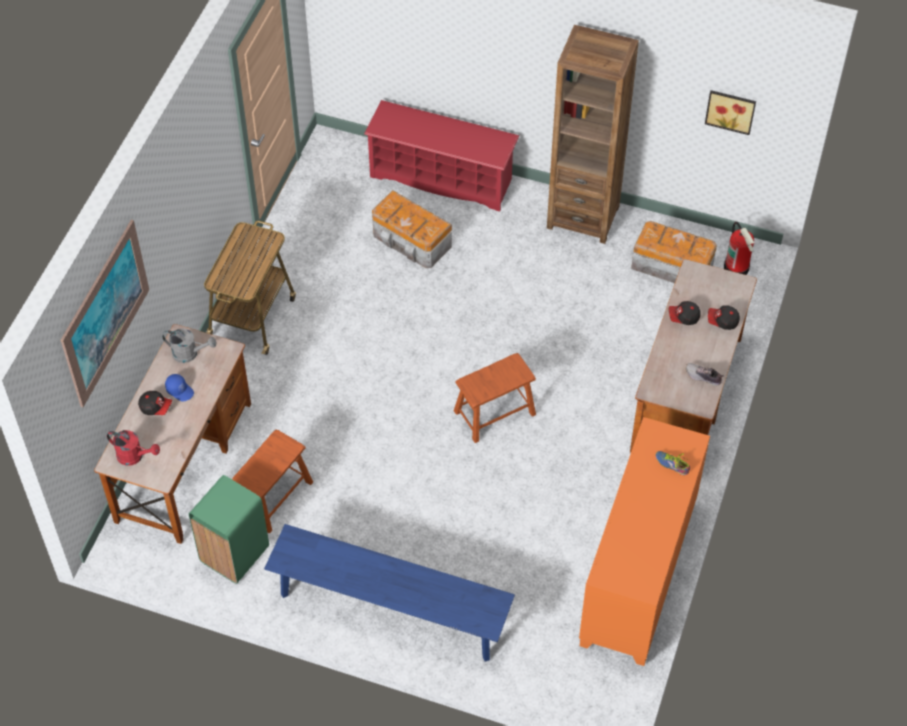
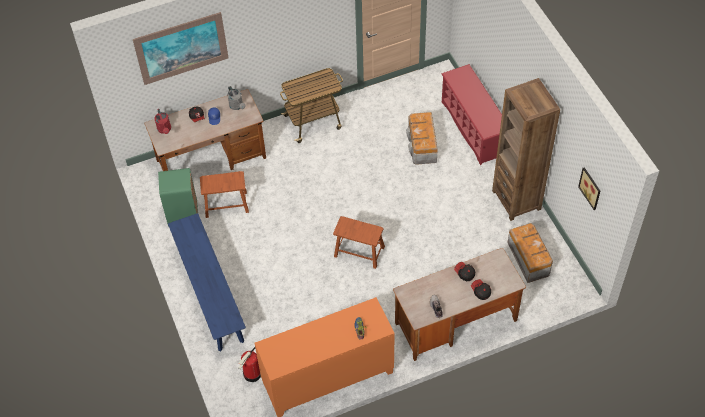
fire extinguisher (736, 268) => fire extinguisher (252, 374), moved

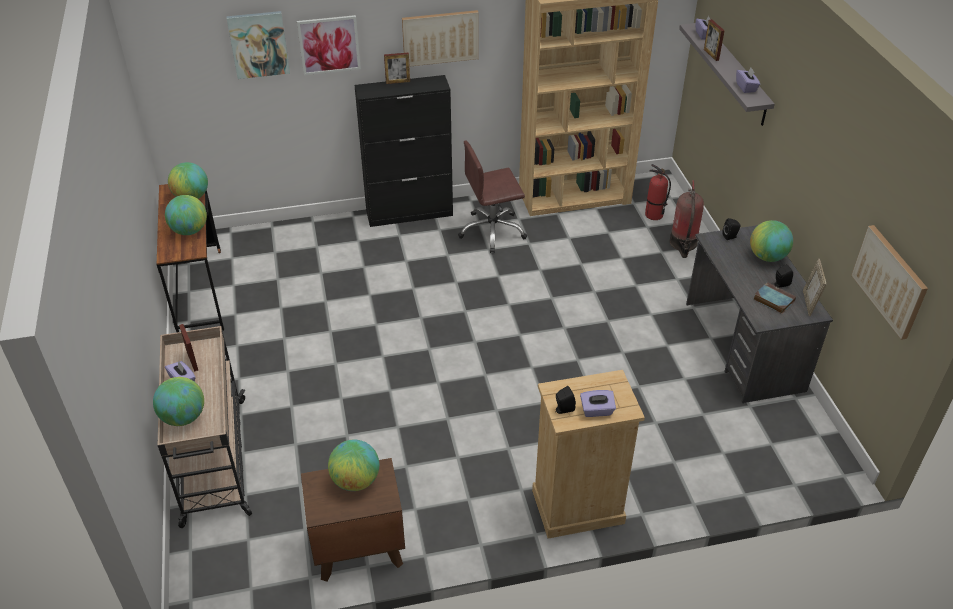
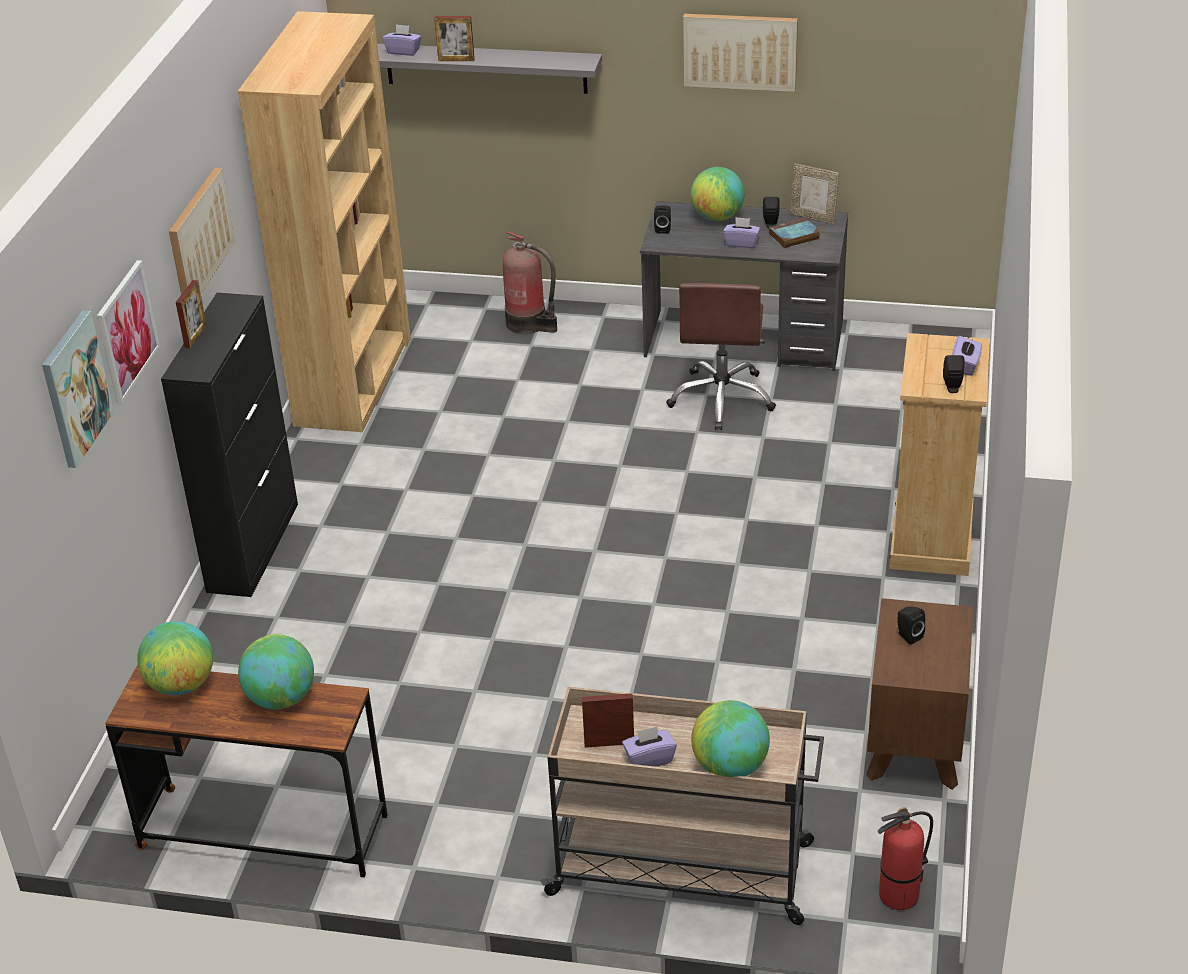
purple-coloured box of tissues (746, 87) => purple-coloured box of tissues (741, 243), moved
brown-coloured desk chair (492, 231) => brown-coloured desk chair (722, 398), moved
fire extinguisher (653, 215) => fire extinguisher (898, 896), moved
wall picture (890, 281) => wall picture (740, 51), moved
globe (356, 481) => blackish loudspeaker (908, 636)

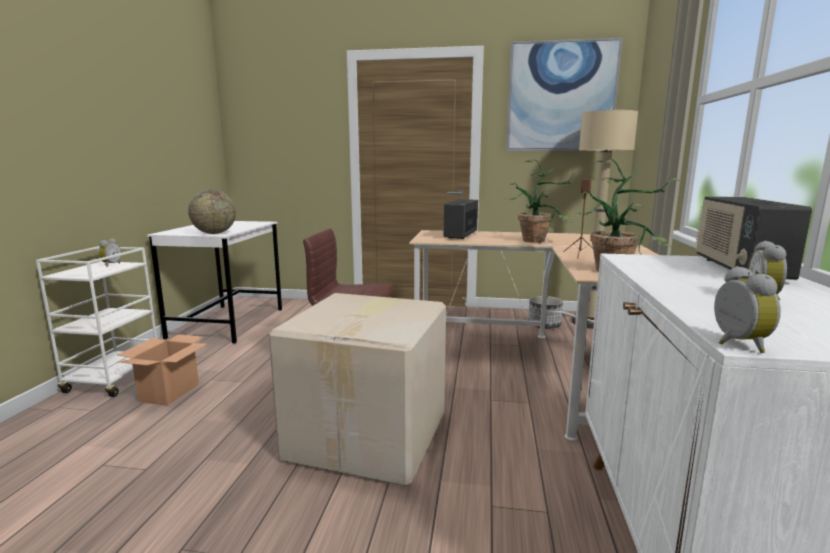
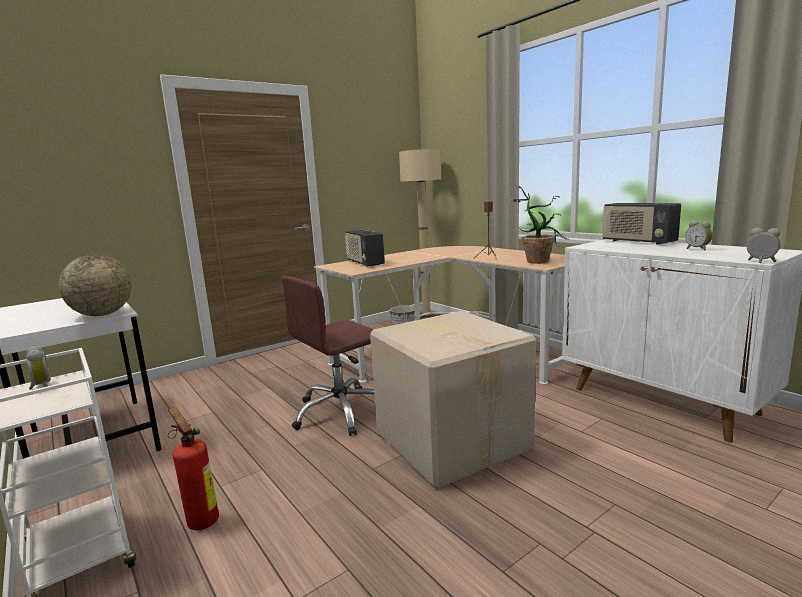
wall picture (561, 97) => nothing
plant in a pot (539, 240) => nothing
packing box (169, 392) => fire extinguisher (201, 520)

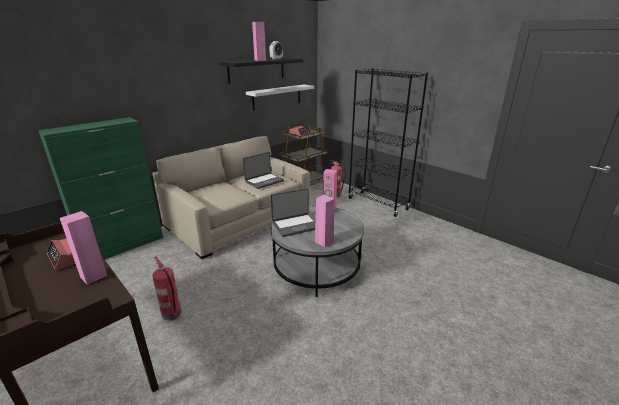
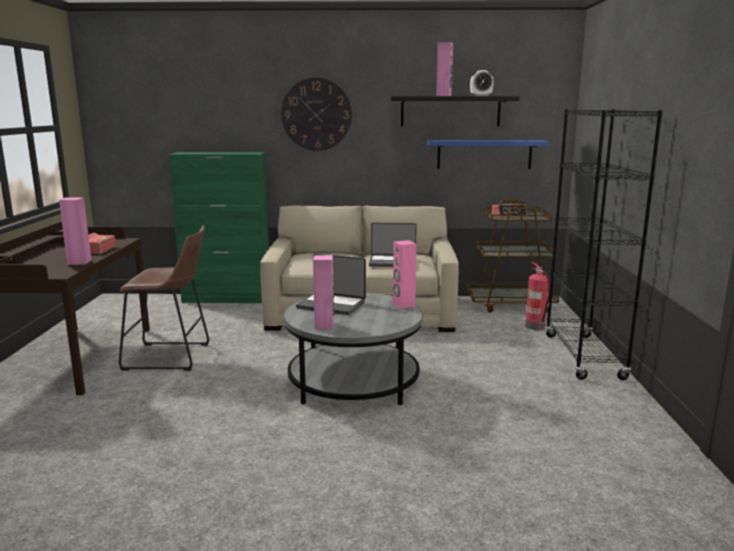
whitish shelf (277, 97) => blue shelf (484, 154)
fire extinguisher (172, 314) => brown-coloured stool seat (172, 357)
nothing => wall clock (316, 114)

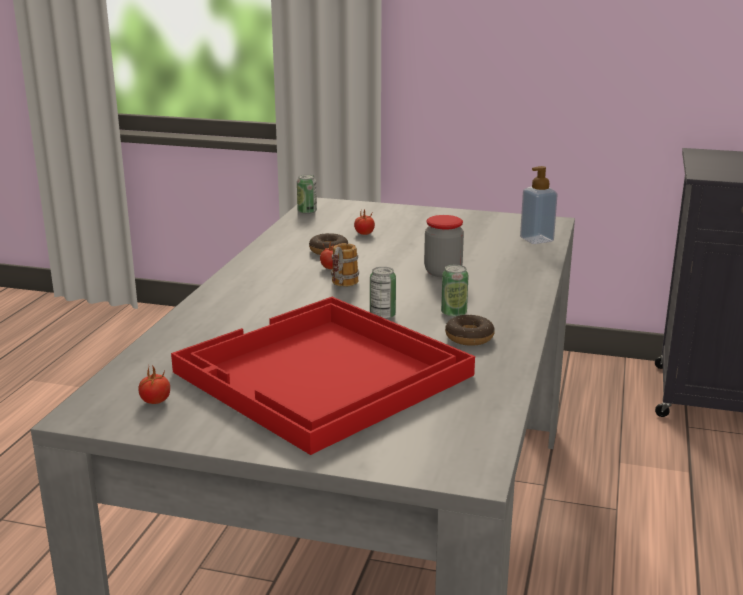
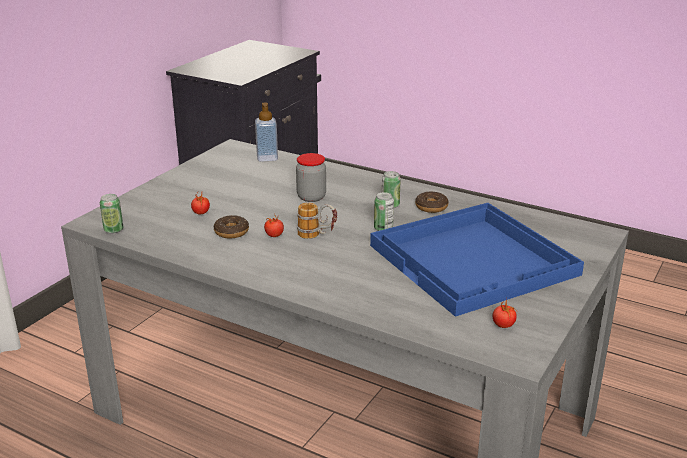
red-coloured carrying tray (322, 375) => blue carrying tray (475, 260)

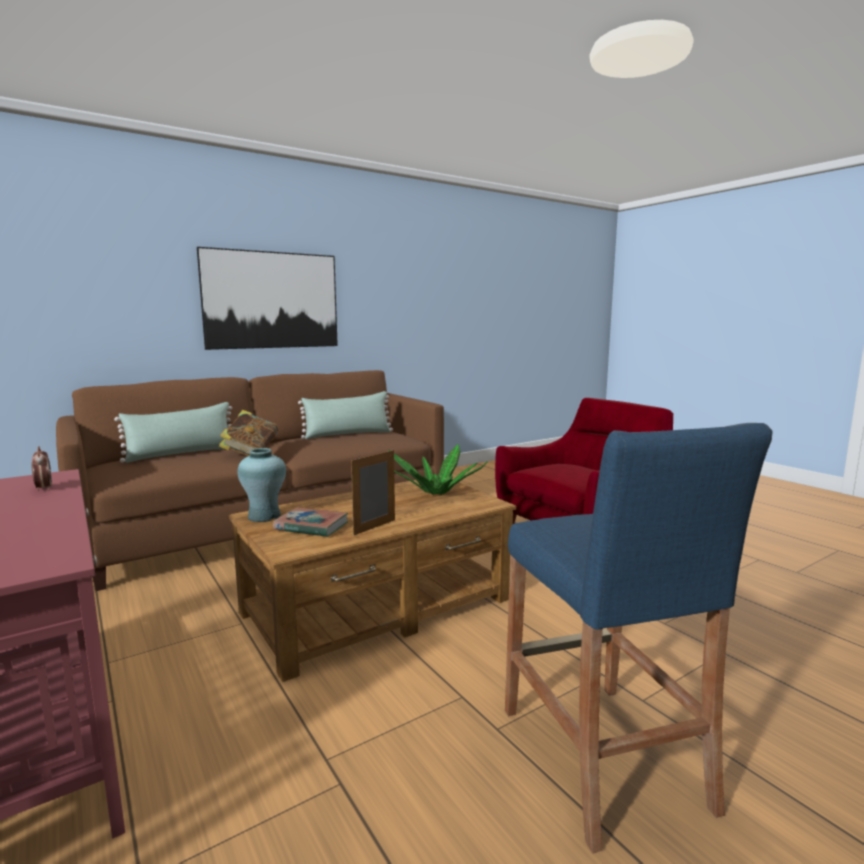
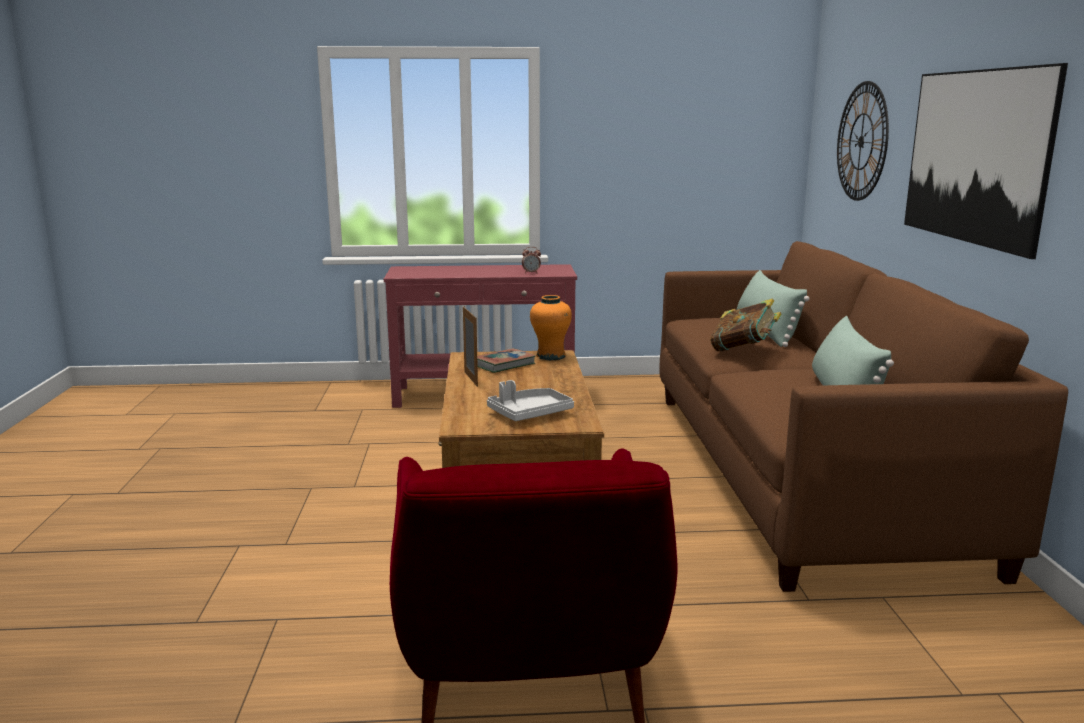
blue stool seat (601, 756) => nothing
plant in a pot (436, 493) => grey carrying tray (529, 414)
turquoise-coloured decorative vase (264, 516) => orange decorative vase (551, 356)
nothing => wall clock (861, 141)

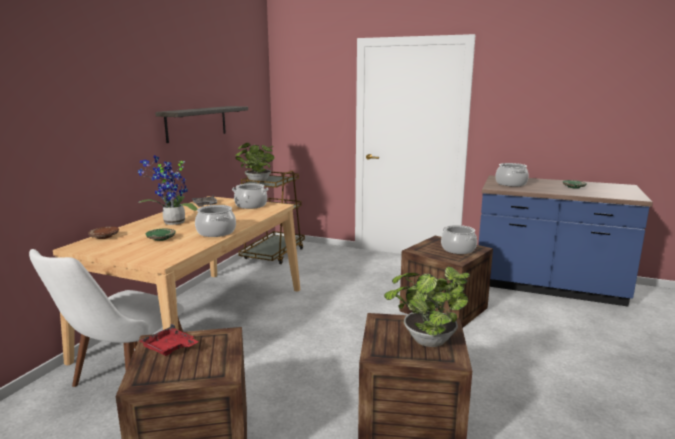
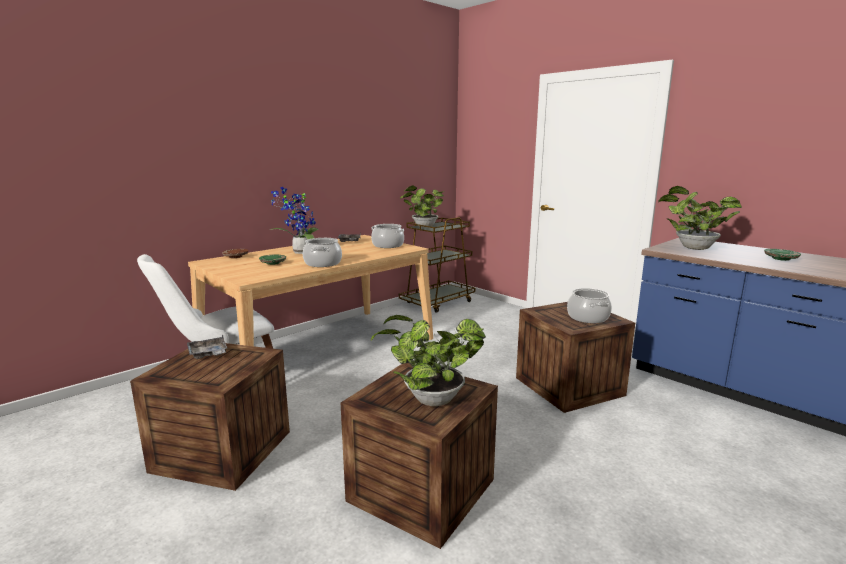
shelf (197, 123) => nothing
stockpot (511, 184) => plant in a pot (692, 248)
red-coloured carrying tray (169, 348) => grey carrying tray (208, 354)

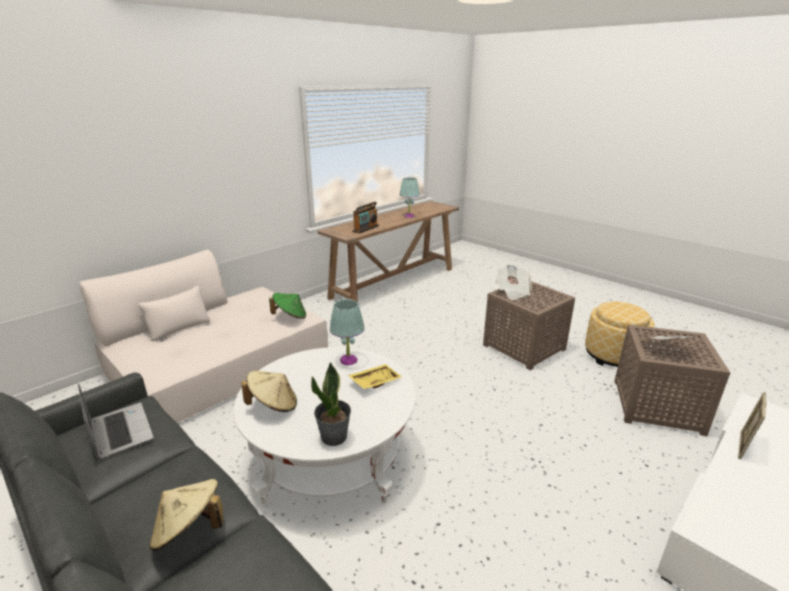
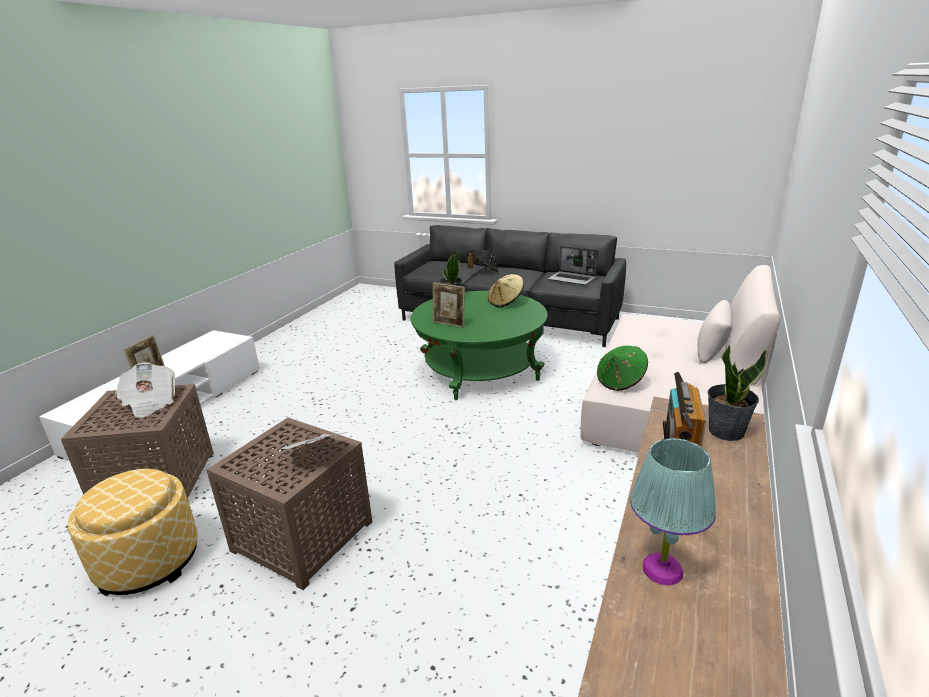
turquoise-coloured table lamp (348, 360) => nothing
whitish lounge table (331, 457) => greenish lounge table (480, 370)
yellowish carrying tray (374, 381) => picture frame (449, 324)
sand-coloured hat (189, 530) => blackish hat (484, 271)
nothing => plant in a pot (725, 431)

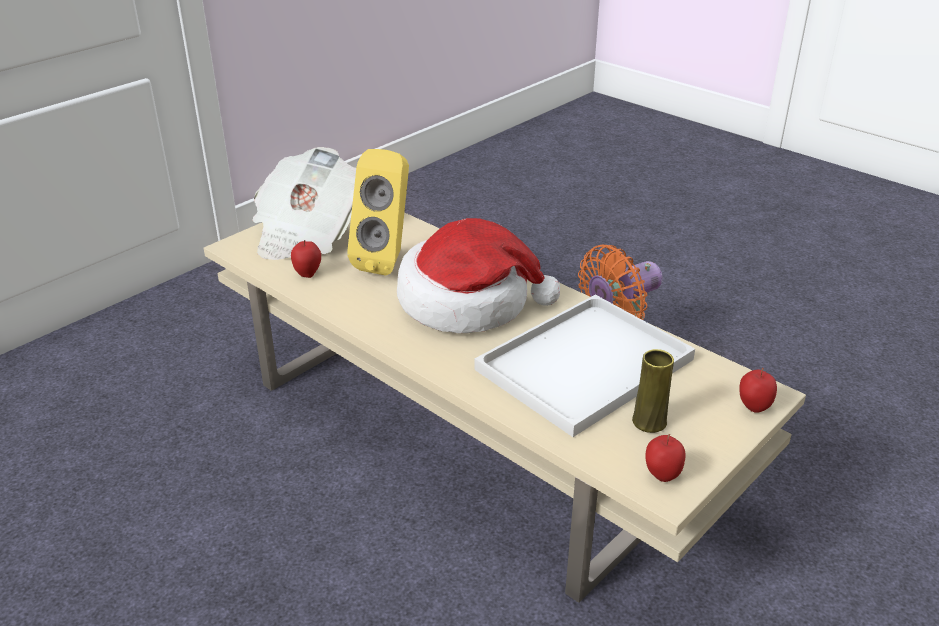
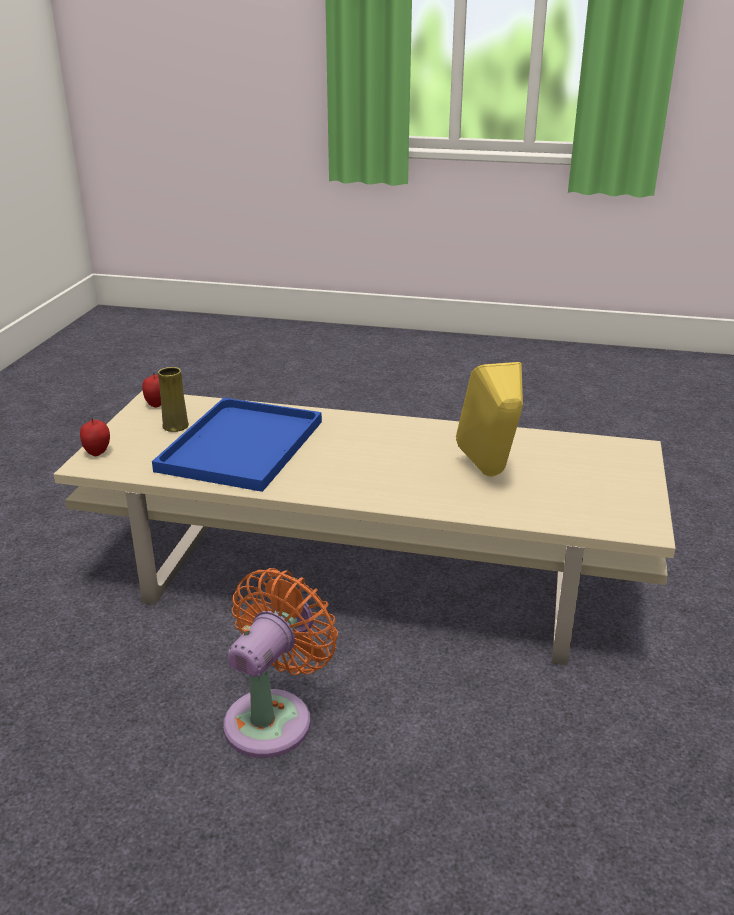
daily paper (306, 233) => nothing
hat (468, 301) => nothing
apple (308, 274) => nothing
whitish carrying tray (585, 362) => blue carrying tray (242, 447)

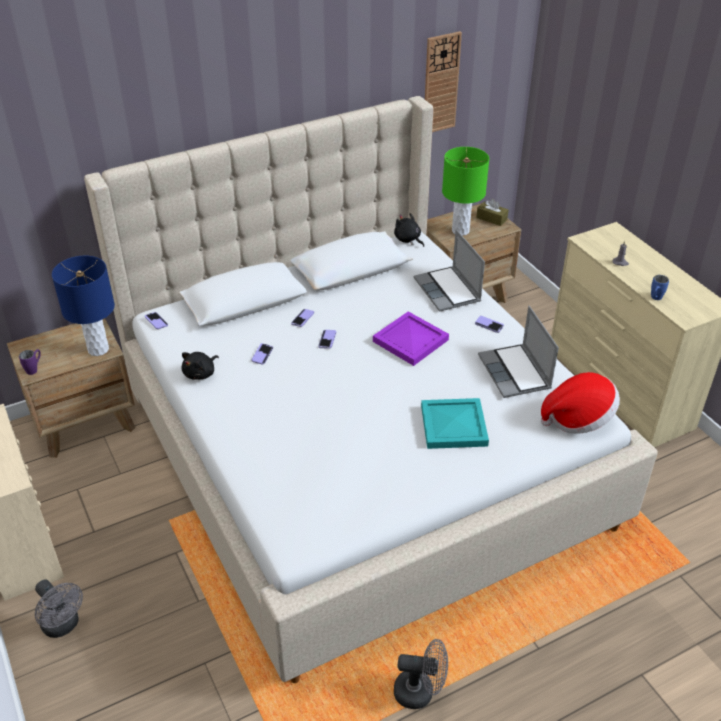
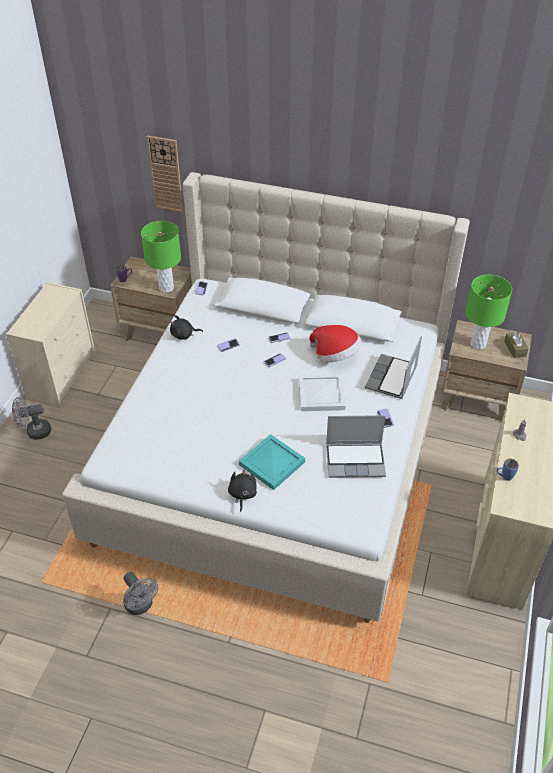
wall clock (441, 83) => wall clock (166, 174), moved
blackish soft toy (408, 240) => blackish soft toy (242, 494), moved
blue table lamp (98, 349) => greenish table lamp (166, 288)
portable computer (515, 373) => portable computer (356, 460), 120 degrees counterclockwise
purple-coloured carrying tray (410, 340) => whitish carrying tray (322, 394)
hat (578, 418) => hat (335, 355), moved
grey electric fan (63, 626) => grey electric fan (34, 432), 75 degrees clockwise

